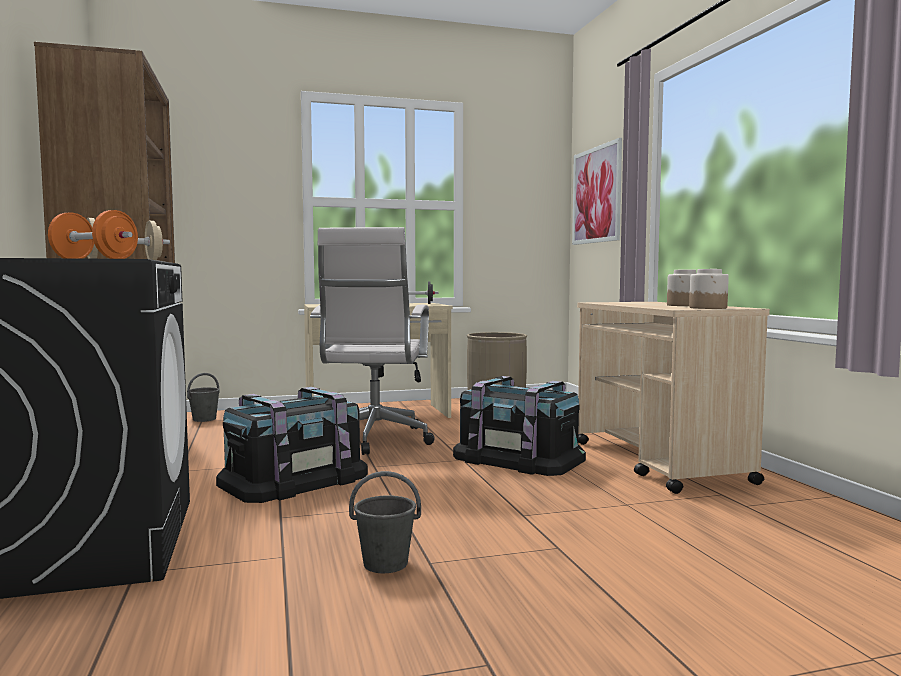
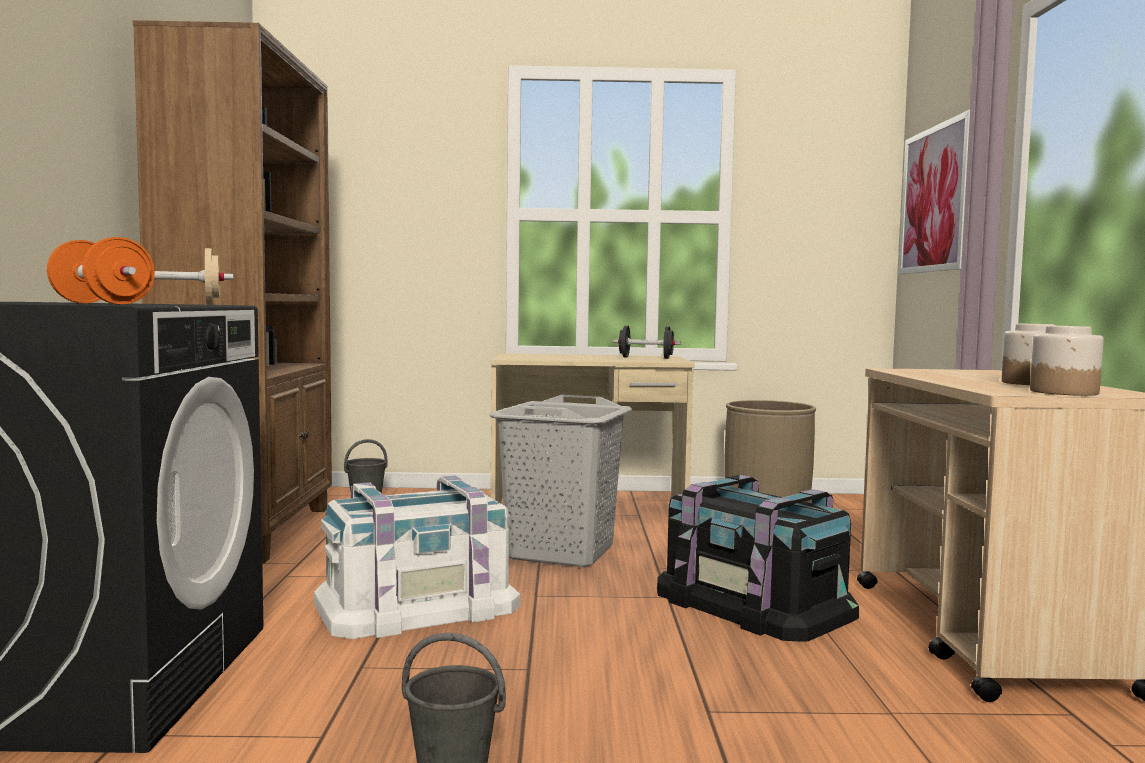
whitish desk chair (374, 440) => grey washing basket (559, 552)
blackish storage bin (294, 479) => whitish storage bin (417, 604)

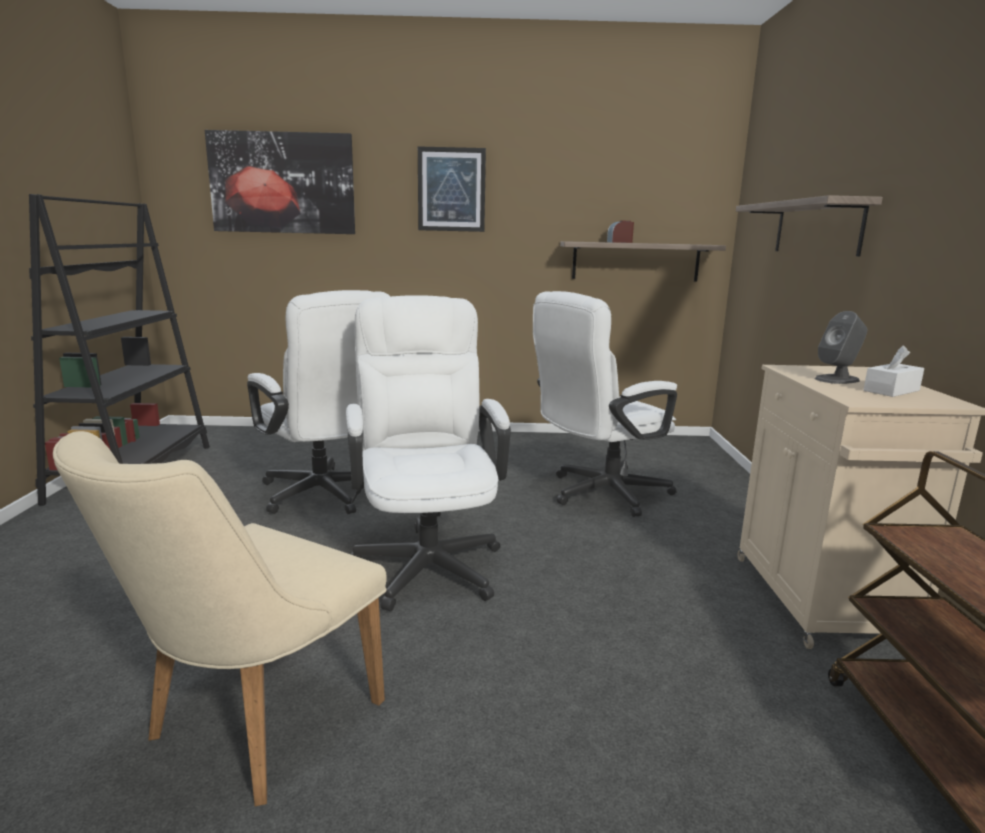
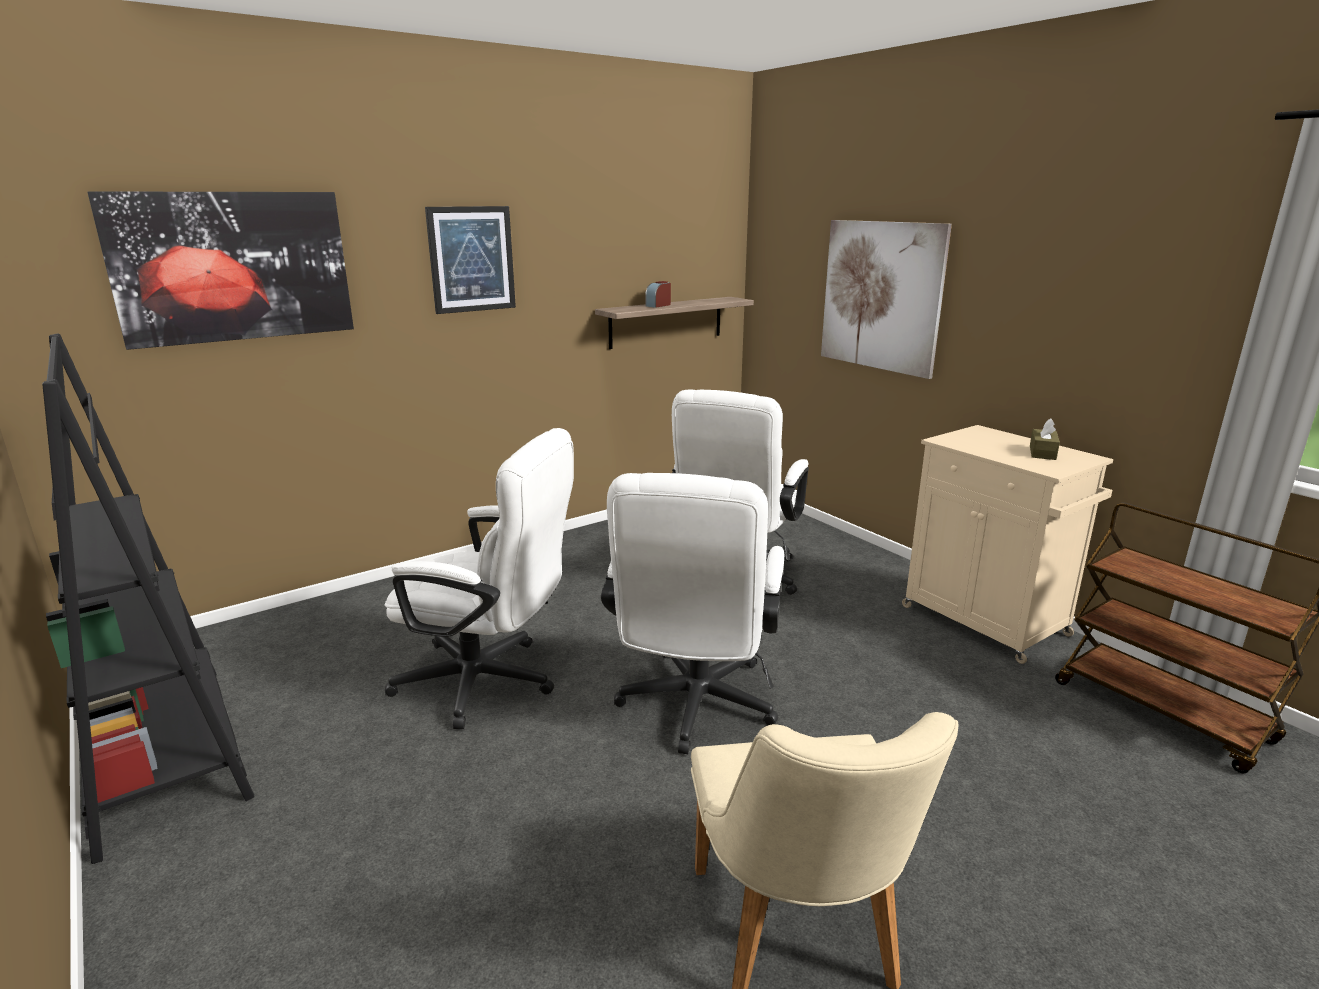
shelf (817, 228) => wall picture (881, 296)
whitish desk chair (427, 559) => whitish desk chair (694, 709), 120 degrees counterclockwise
grey loudspeaker (837, 379) => nothing
whitish box of tissues (891, 390) => brown-coloured box of tissues (1042, 452)

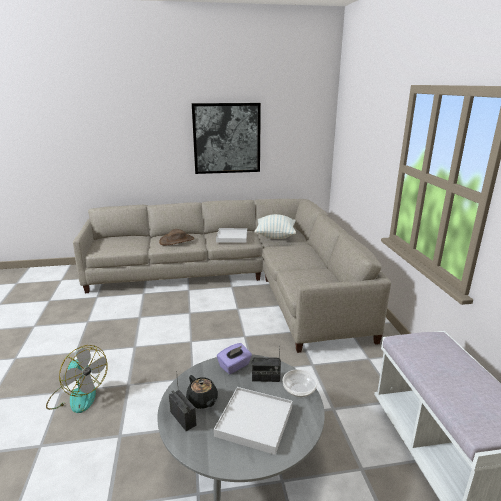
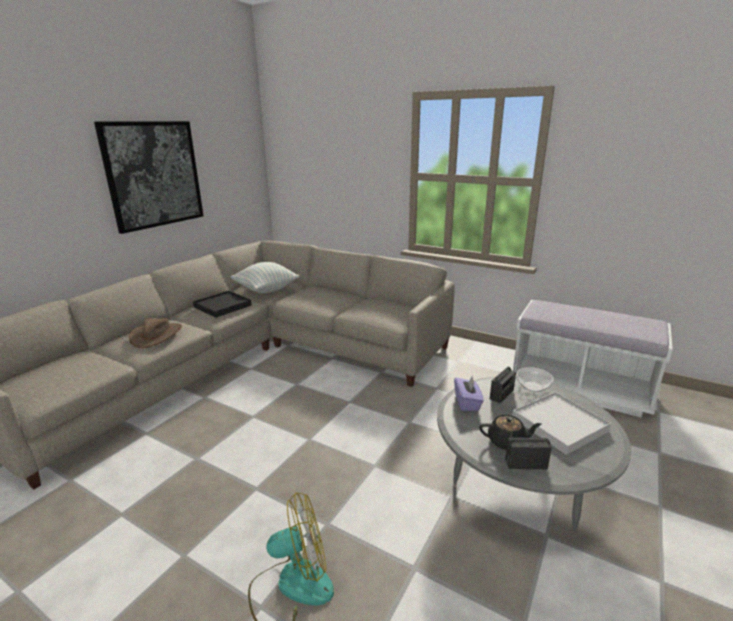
whitish carrying tray (232, 237) => blackish carrying tray (223, 306)

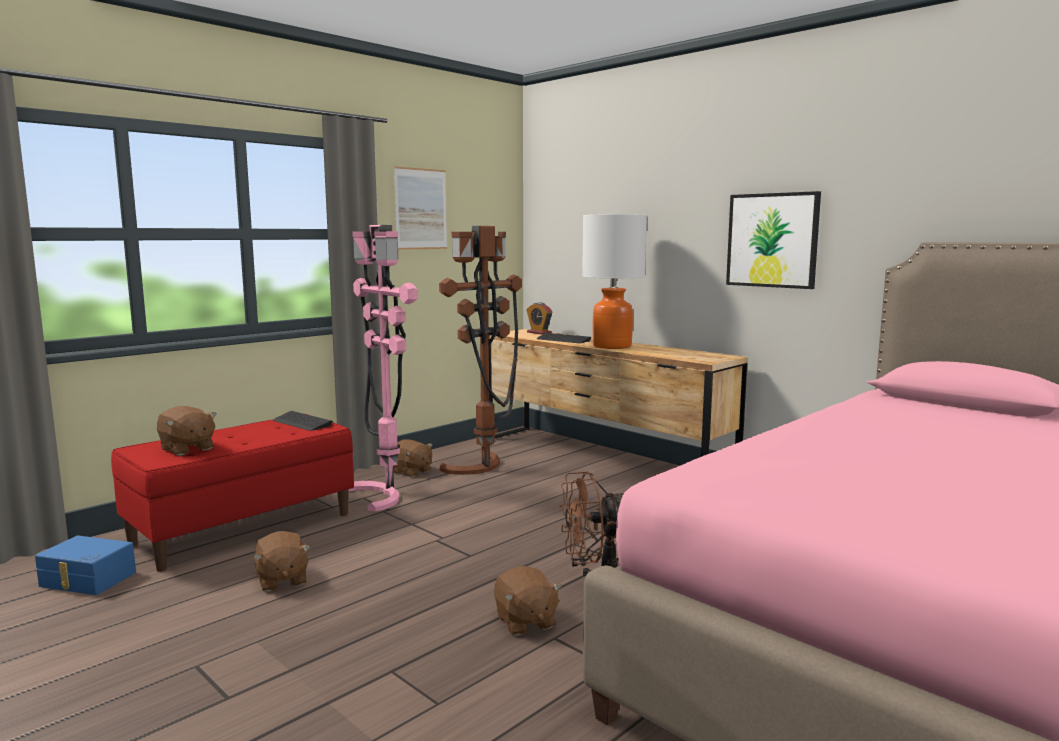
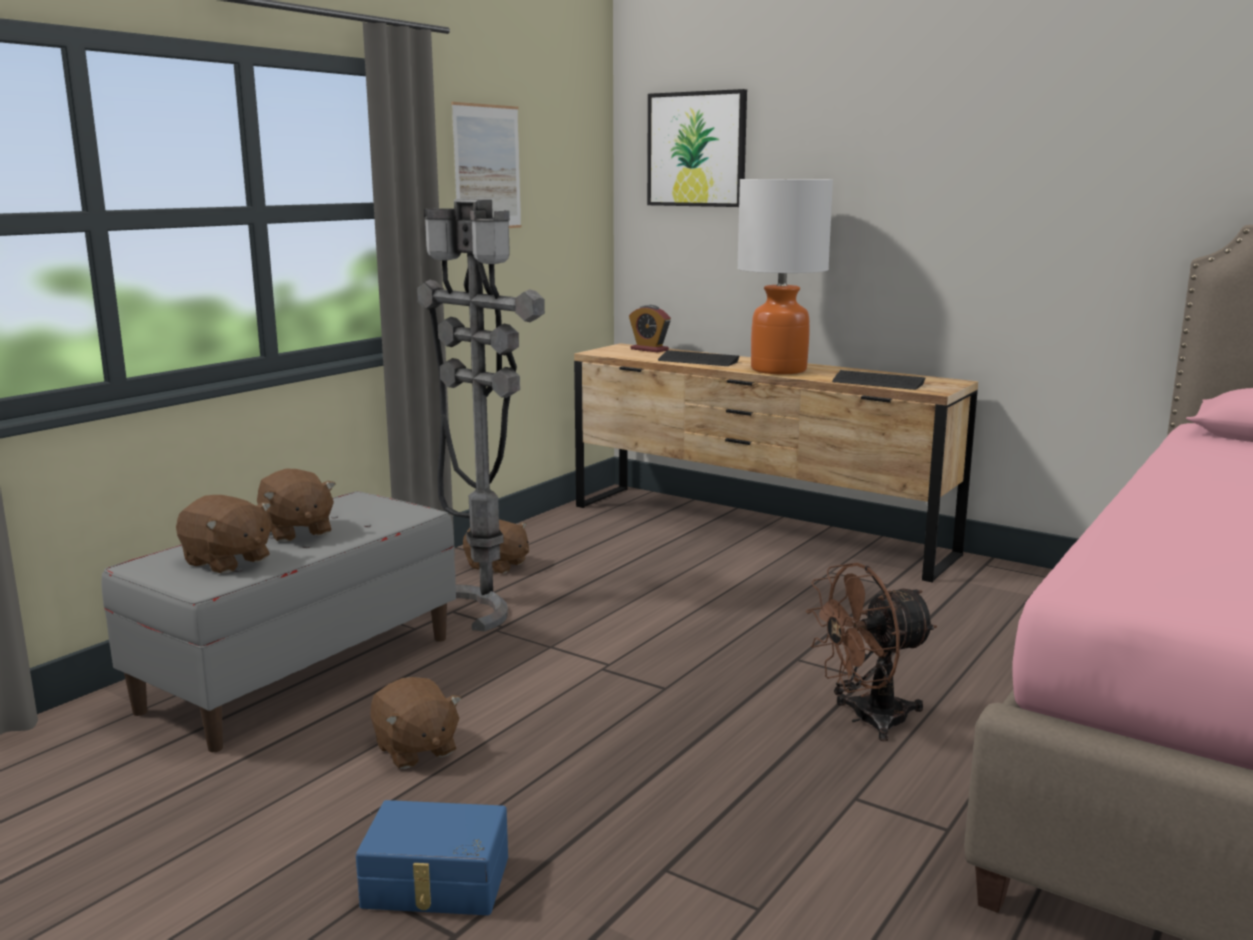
wall picture (772, 240) => wall picture (697, 149), moved
pink standard lamp (385, 494) => grey standard lamp (480, 603)
brown-coloured standard lamp (482, 469) => nothing
keyboard (302, 423) => keyboard (877, 383), moved
red-coloured indoor bench (243, 528) => grey indoor bench (300, 672)
blue storage bin (86, 580) => blue storage bin (435, 883), moved
brown-coloured soft toy (525, 622) => brown-coloured soft toy (296, 531), moved

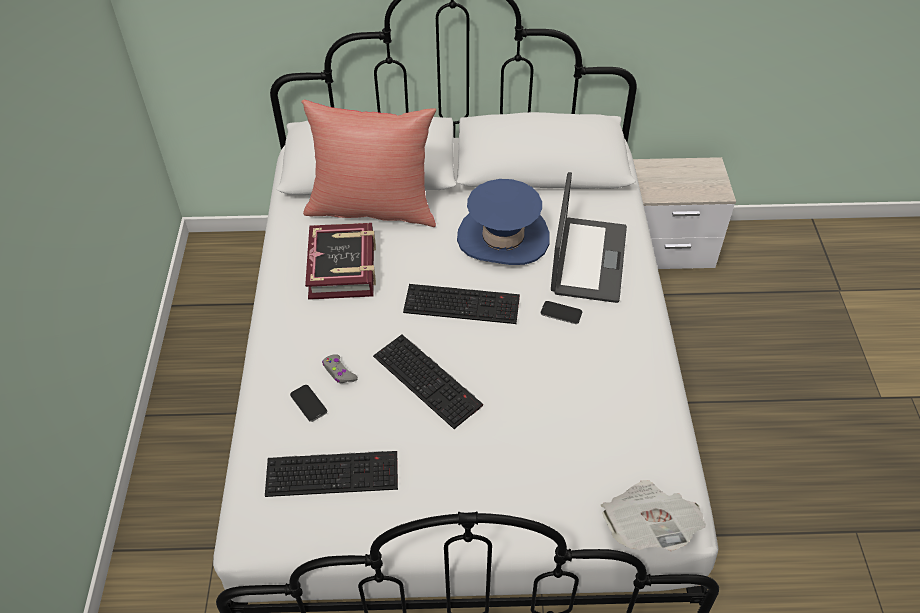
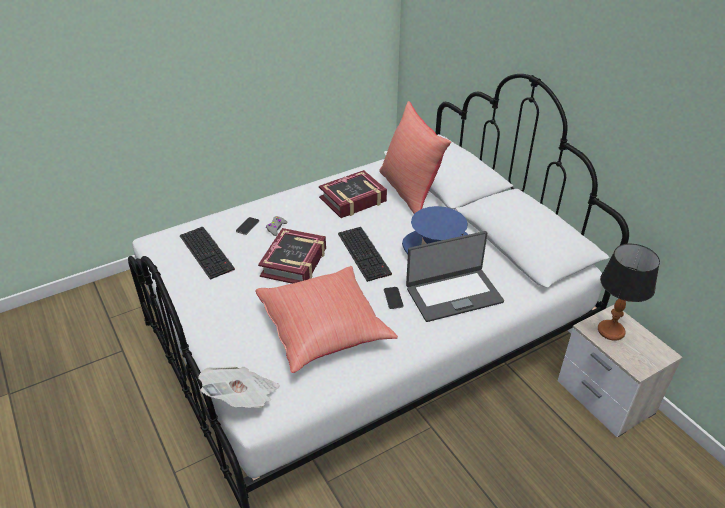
keyboard (429, 380) => book (294, 262)
nothing => table lamp (610, 331)
nothing => red-coloured cushion (325, 330)

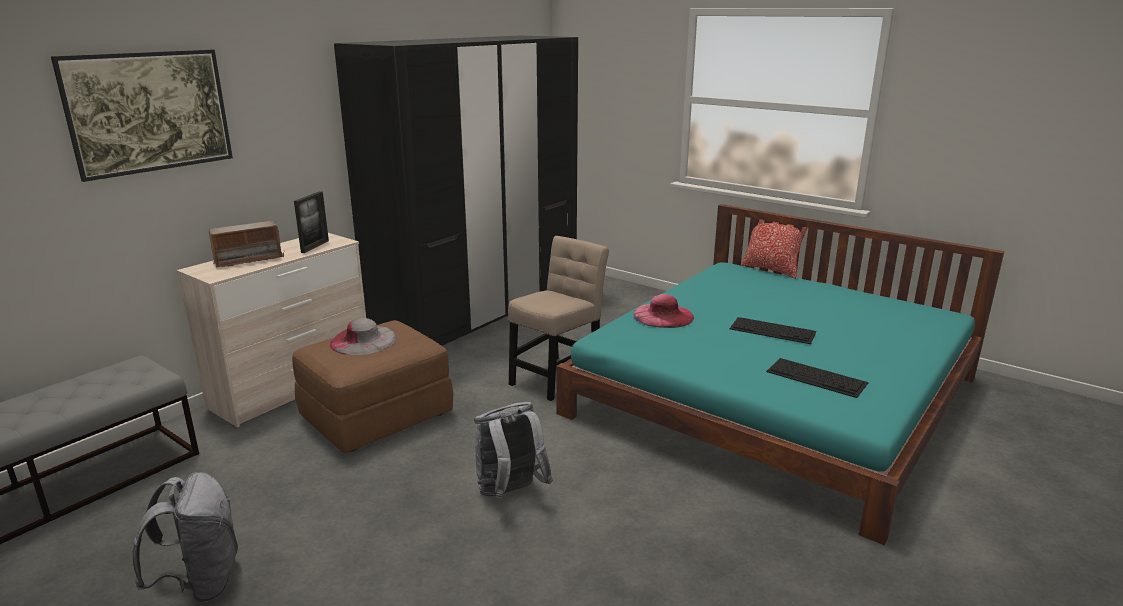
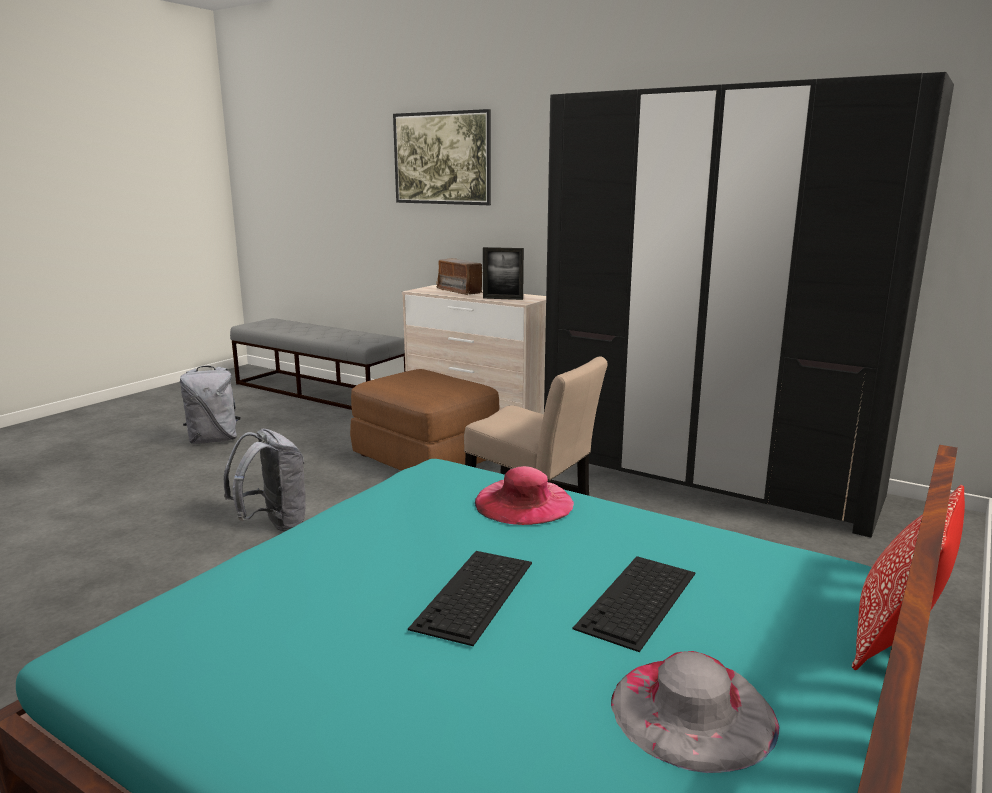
grey hat (363, 340) => grey hat (692, 711), moved
keyboard (817, 377) => keyboard (637, 600), moved

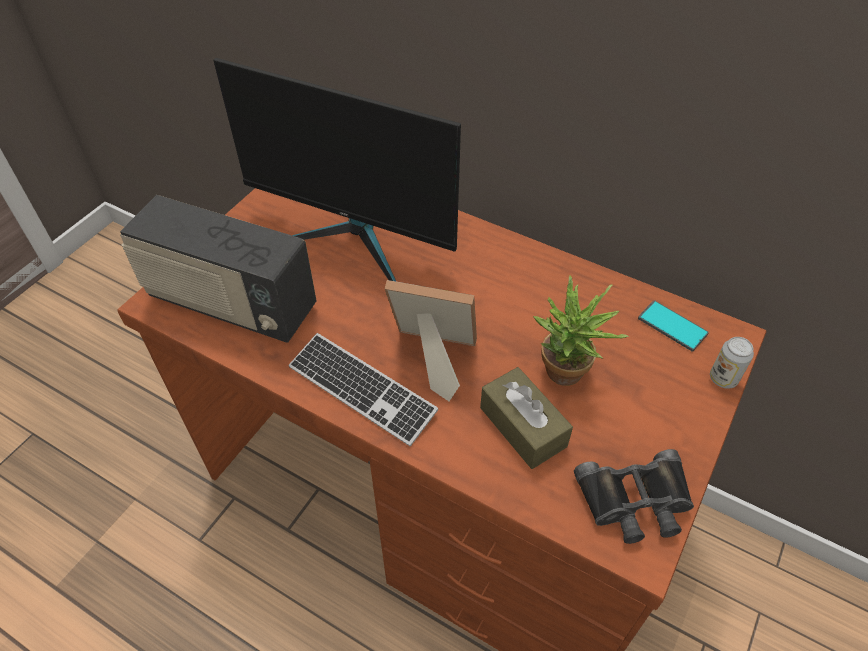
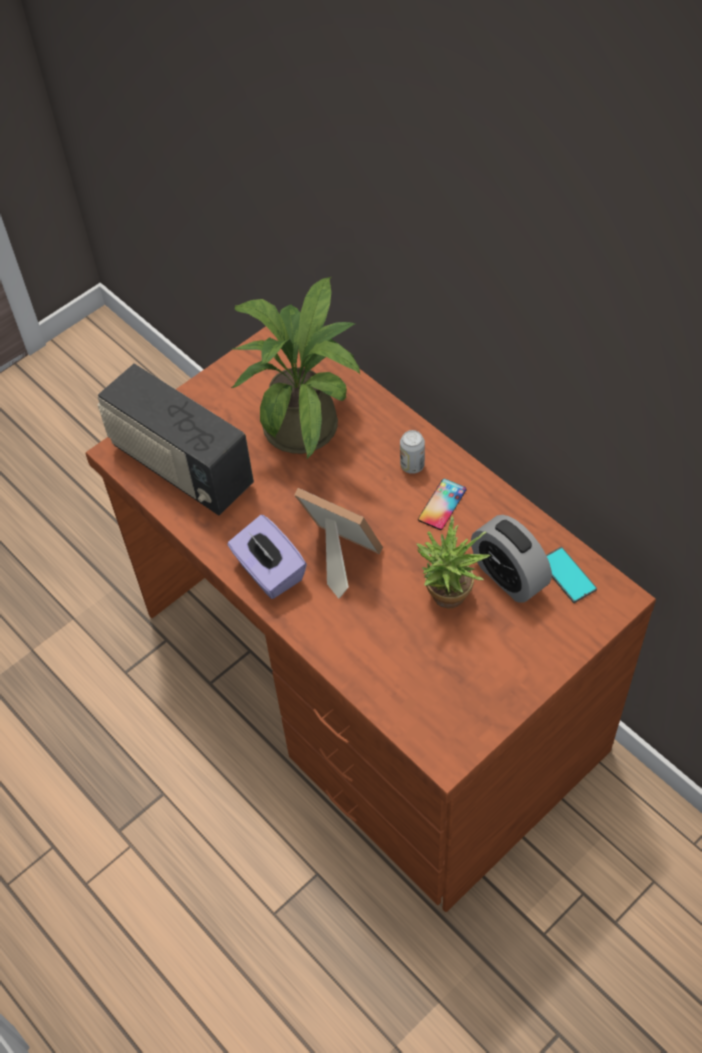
monitor (353, 236) => plant in a pot (307, 421)
keyboard (361, 390) => purple-coloured box of tissues (269, 571)
sealed can (723, 378) => sealed can (412, 465), moved
brown-coloured box of tissues (523, 427) => nothing
blackish pair of binoculars (635, 501) => nothing
nothing => phone (442, 504)
nothing => alarm clock (508, 576)

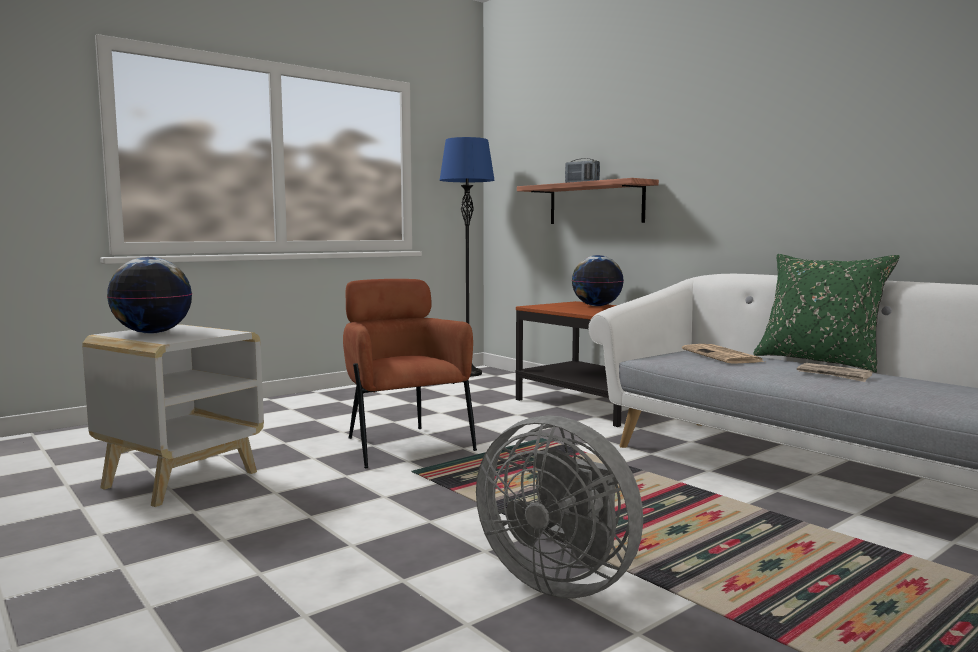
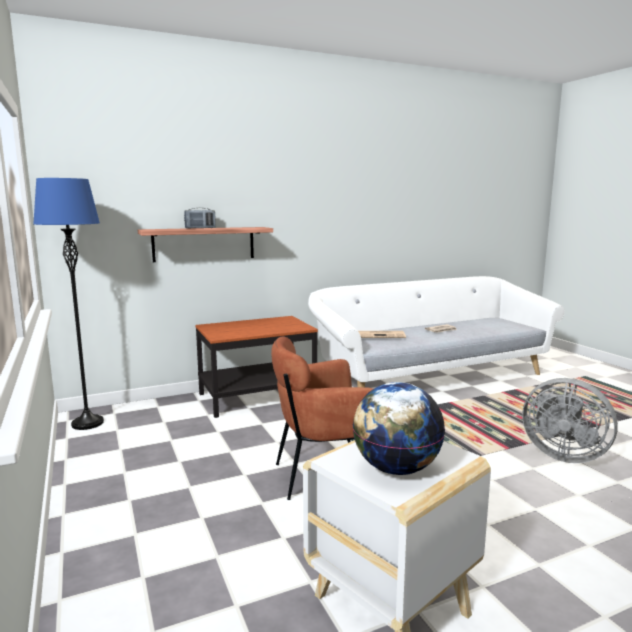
greenish cushion (819, 361) => nothing
globe (597, 306) => nothing
grey electric fan (560, 580) => grey electric fan (562, 454), 75 degrees clockwise

